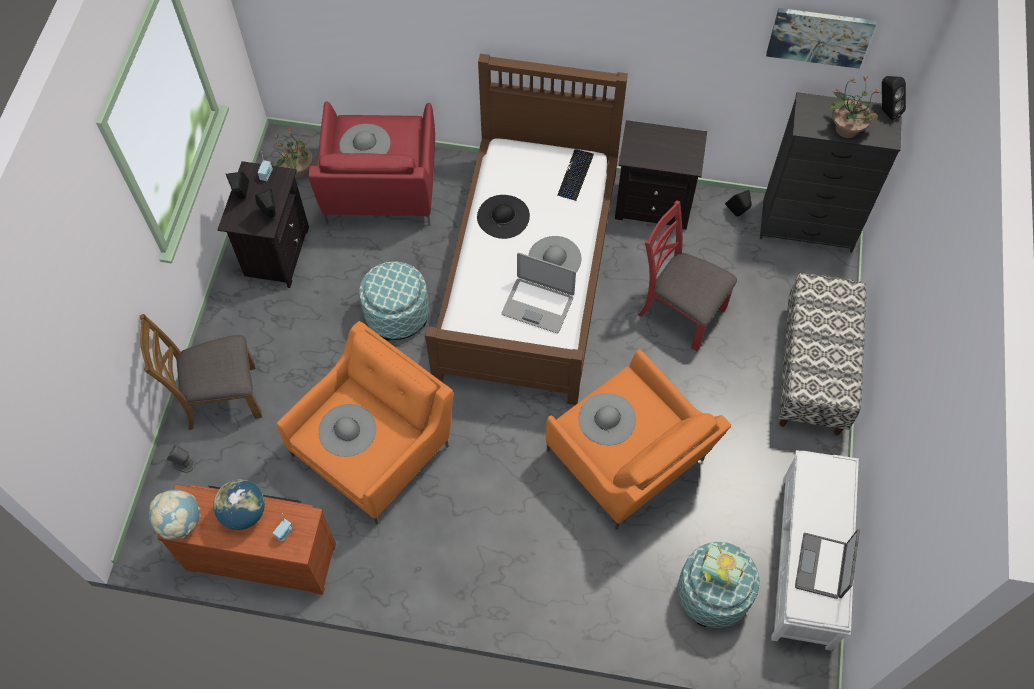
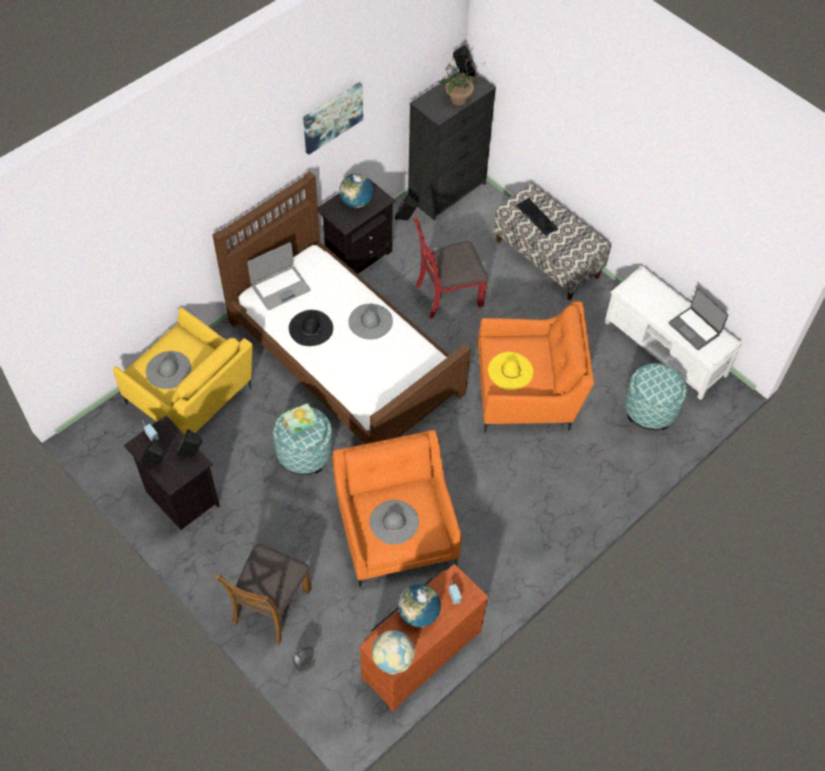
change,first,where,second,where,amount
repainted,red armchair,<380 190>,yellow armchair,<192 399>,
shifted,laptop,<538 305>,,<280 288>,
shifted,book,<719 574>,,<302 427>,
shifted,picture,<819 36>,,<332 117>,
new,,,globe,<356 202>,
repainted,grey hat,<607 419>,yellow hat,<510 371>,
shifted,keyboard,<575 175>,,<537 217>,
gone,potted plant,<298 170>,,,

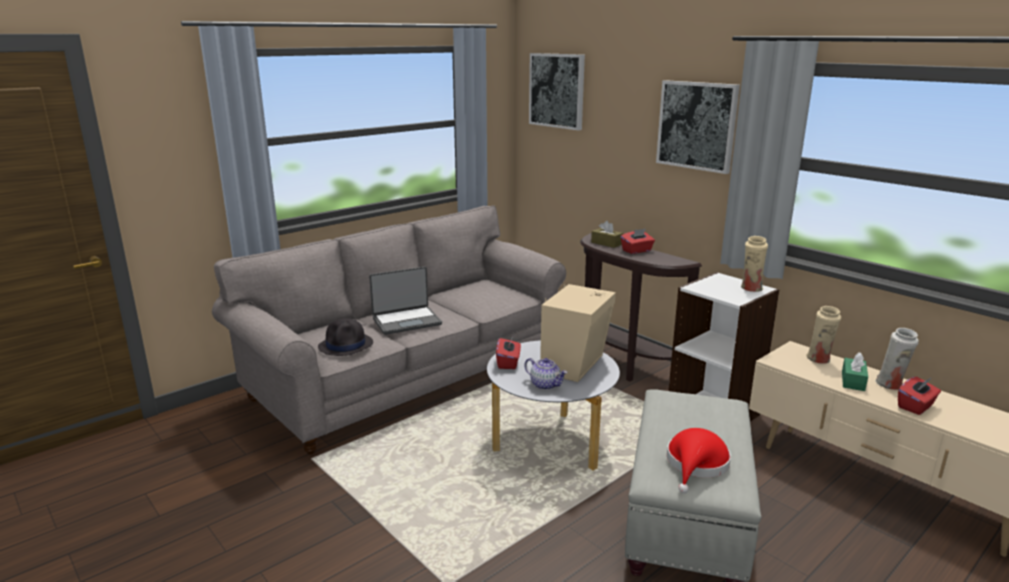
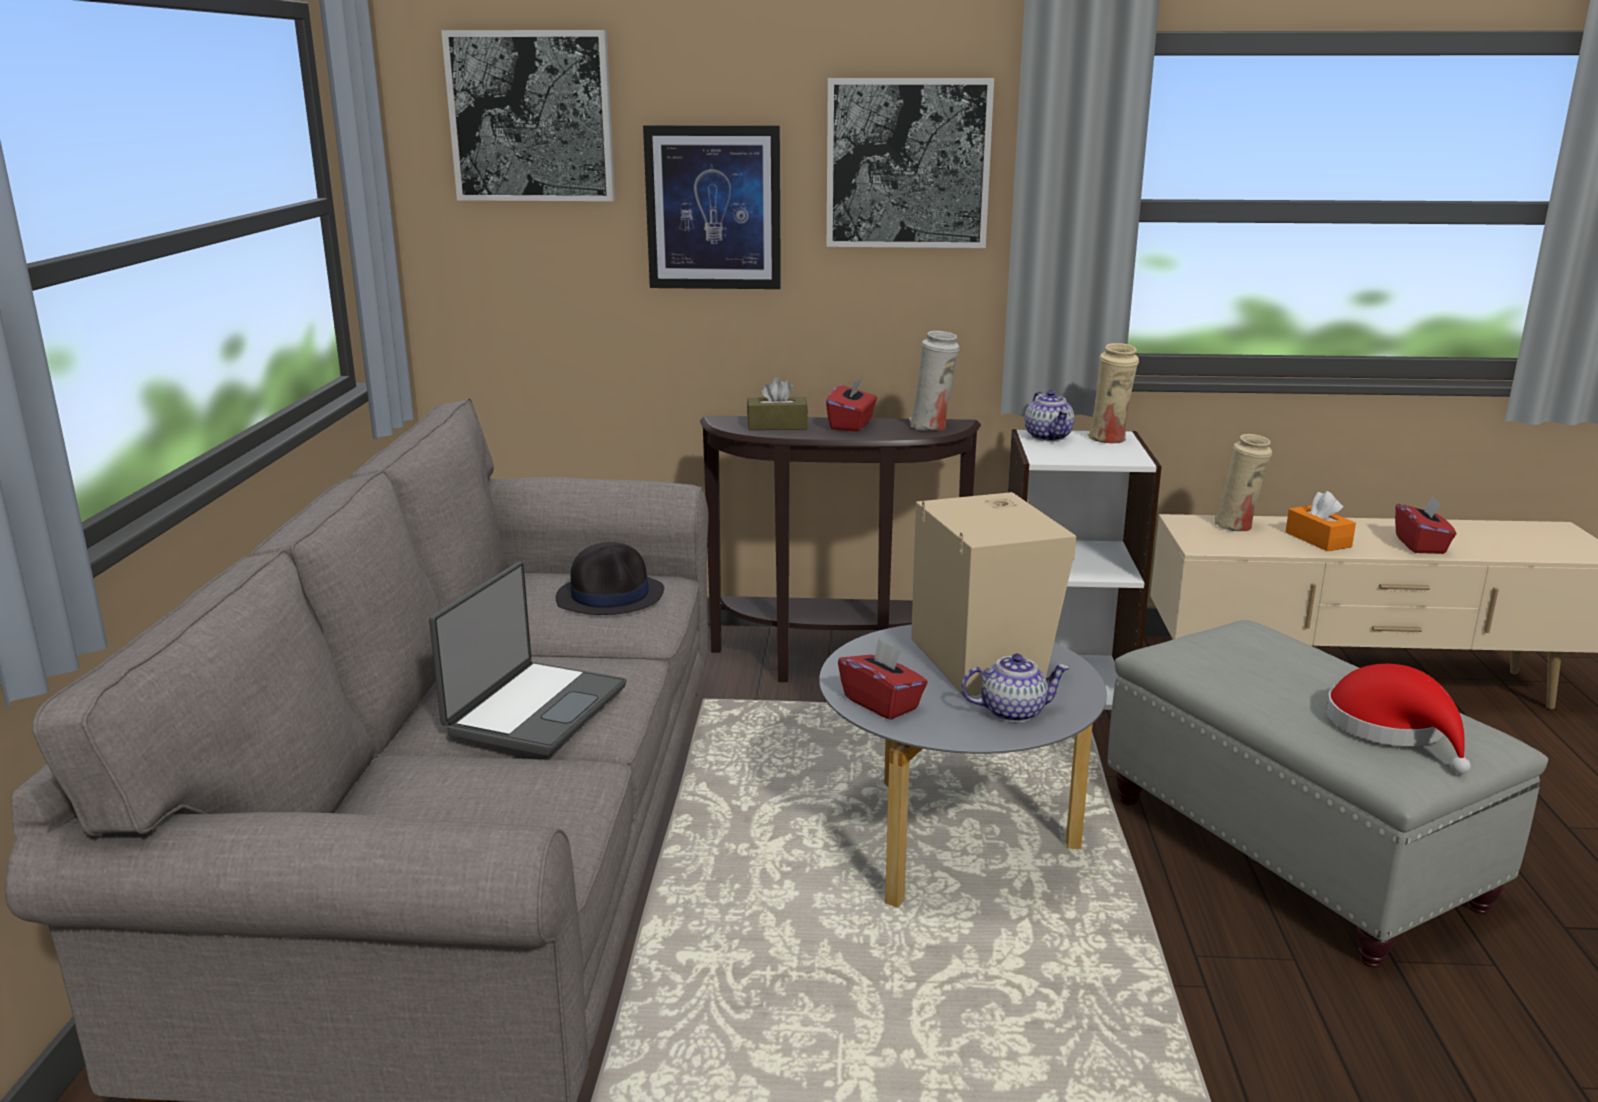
change,first,where,second,where,amount
shifted,black hat,<346 345>,,<611 596>,
new,,,picture,<713 208>,
shifted,white vase,<891 385>,,<932 427>,
new,,,teapot,<1049 437>,
repainted,green tissue box,<853 381>,orange tissue box,<1318 539>,

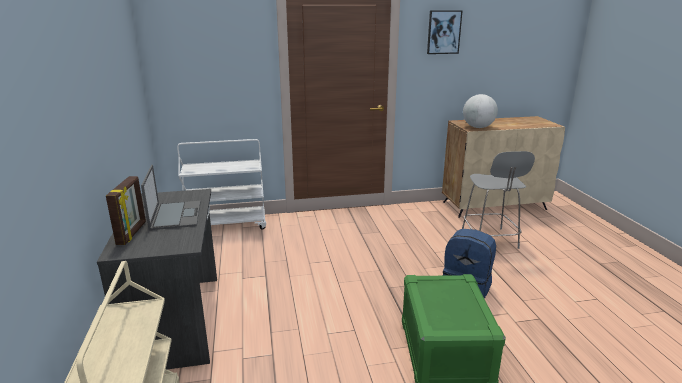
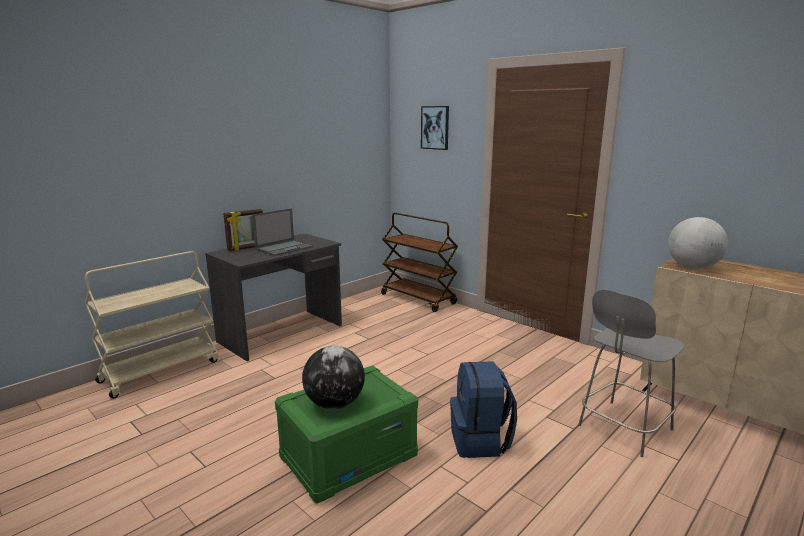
change,first,where,second,where,amount
new,,,globe,<334 404>,
repainted,white cart,<227 225>,brown cart,<418 299>,
shifted,picture,<443 32>,,<435 127>,

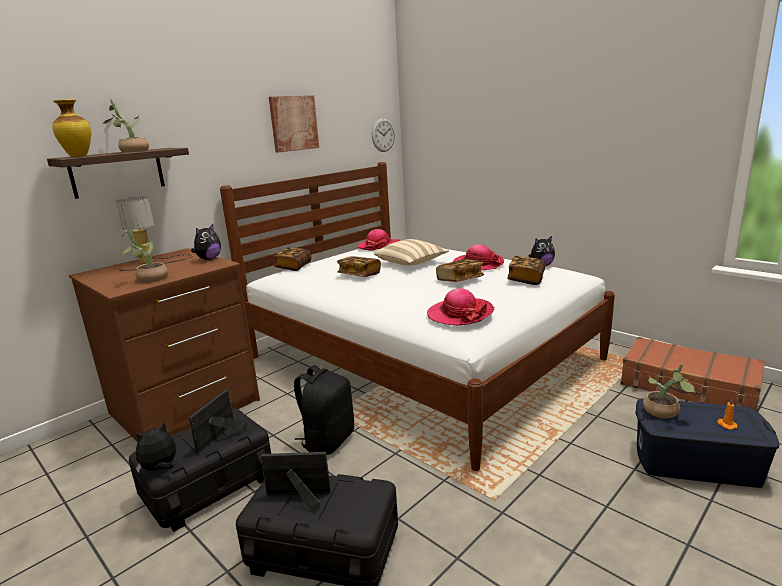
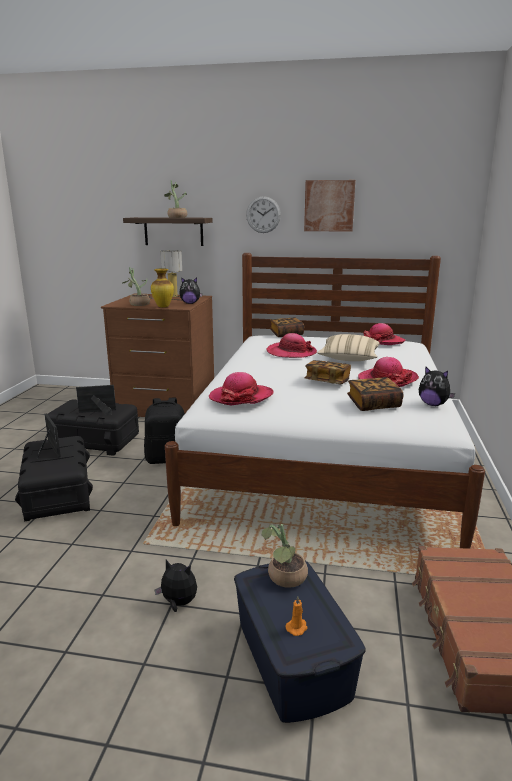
change,first,where,second,where,amount
shifted,vase,<79 156>,,<163 307>,
shifted,plush toy,<160 468>,,<178 603>,
shifted,wall clock,<383 135>,,<263 214>,
swapped,book,<359 275>,hat,<291 352>,

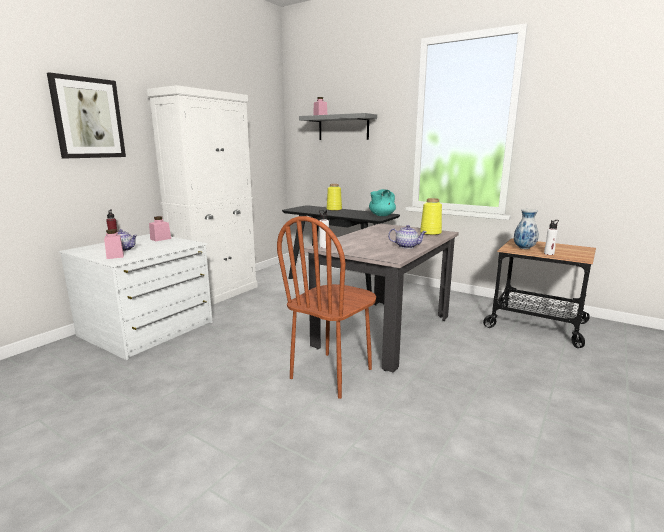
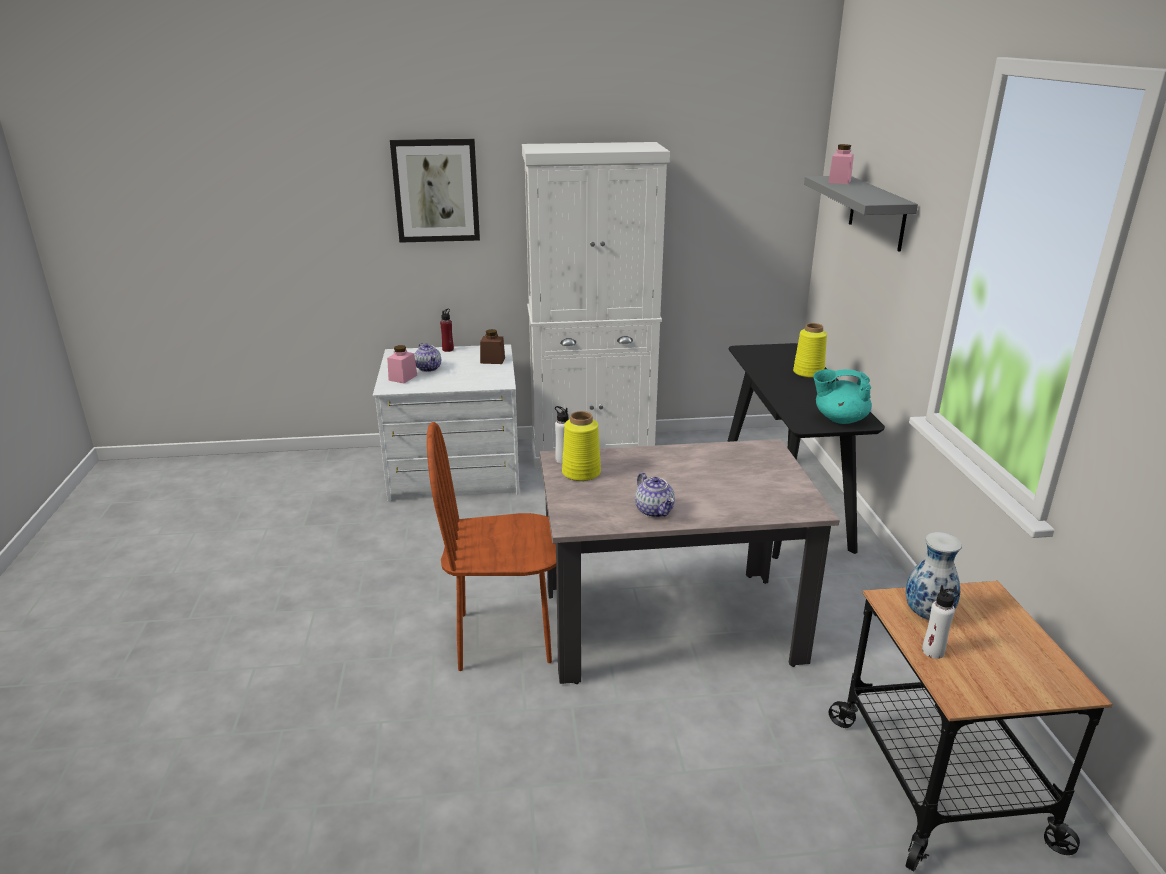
change,first,where,second,where,amount
repainted,pink jar,<160 239>,brown jar,<492 360>,
shifted,yellow vase,<430 233>,,<580 473>,

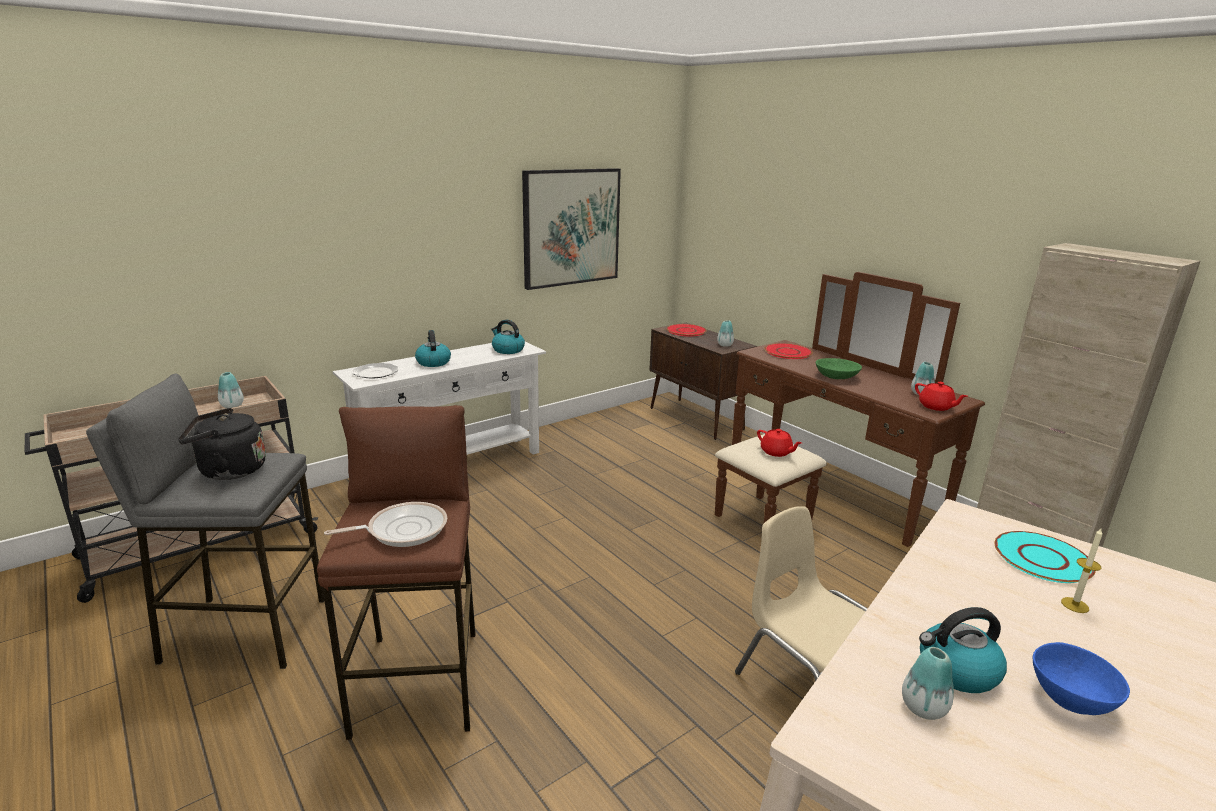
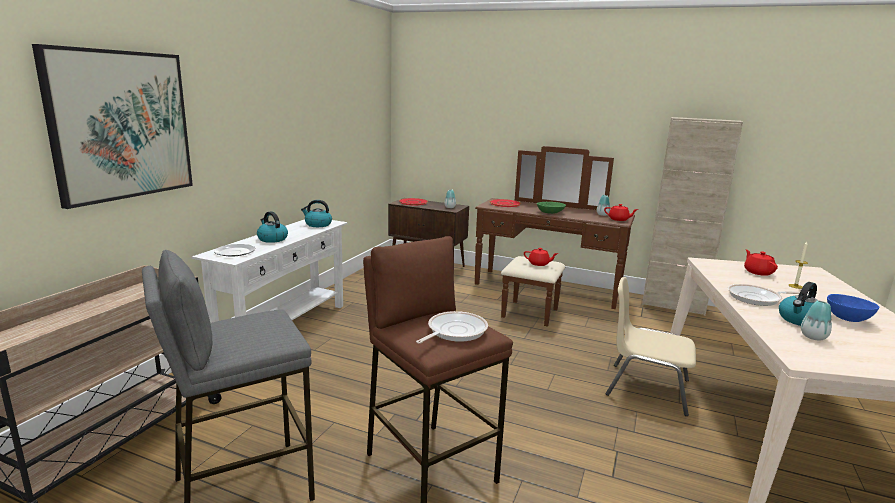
change,first,where,second,where,amount
shifted,picture,<571 227>,,<121 125>,
new,,,frying pan,<757 298>,
swapped,turquoise plate,<1041 558>,red teapot,<758 272>,
gone,black kettle,<228 471>,,,
gone,vase,<232 406>,,,

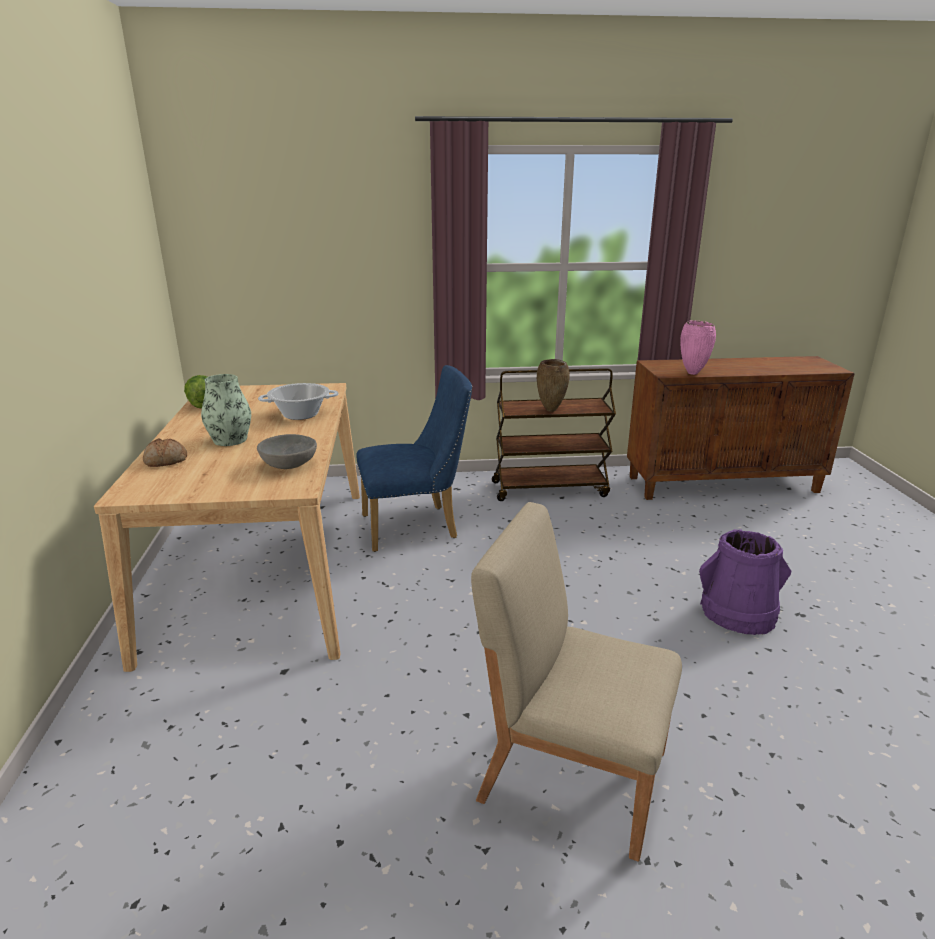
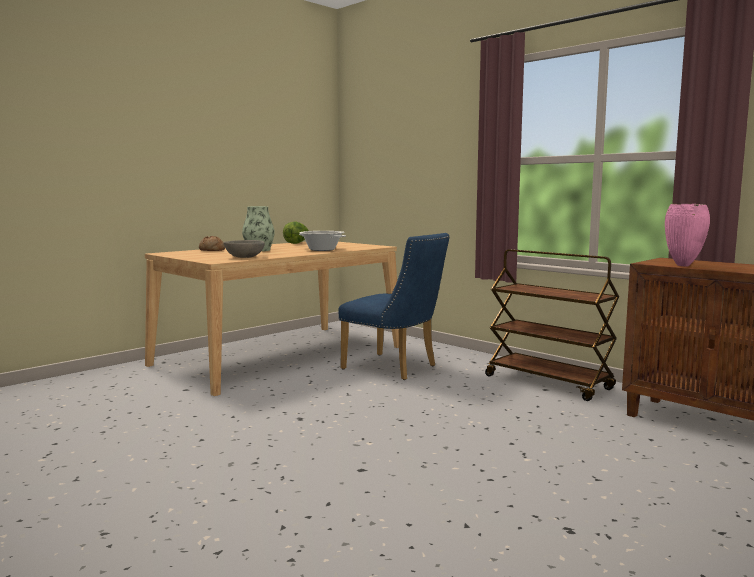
change,first,where,second,where,amount
gone,beige chair,<571 772>,,,
gone,brown vase,<551 410>,,,
gone,purple bucket,<738 613>,,,

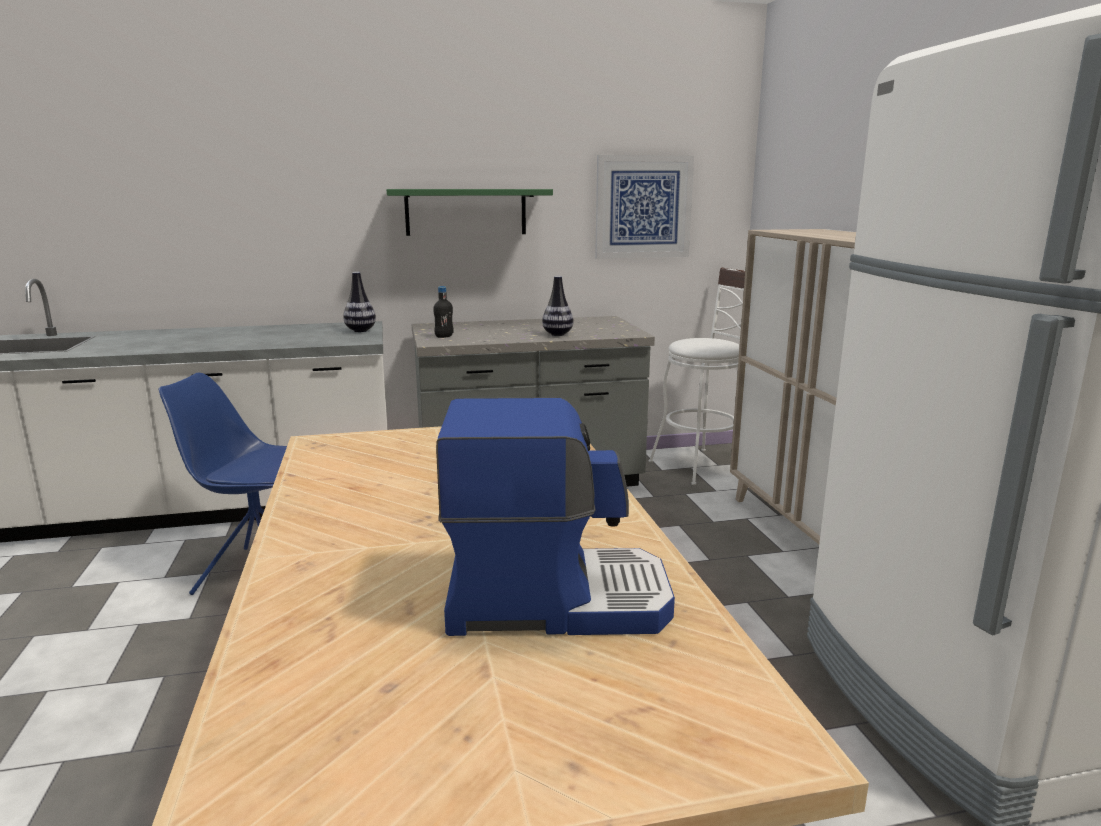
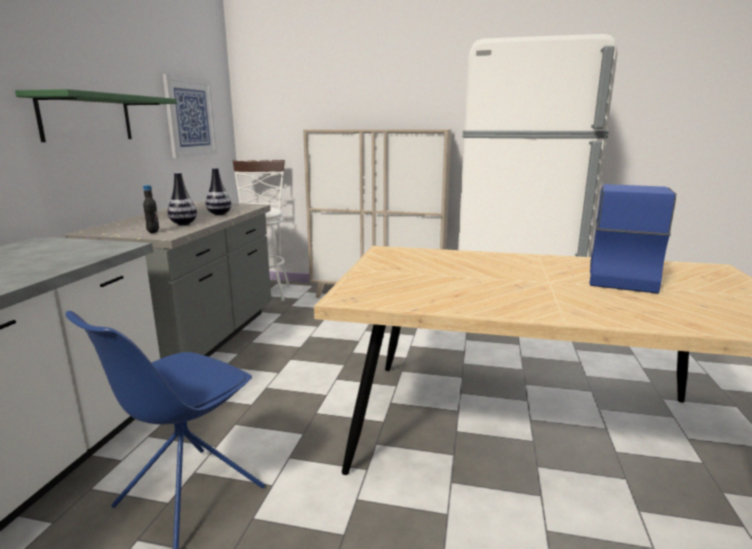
change,first,where,second,where,amount
shifted,vase,<360 330>,,<183 224>,

